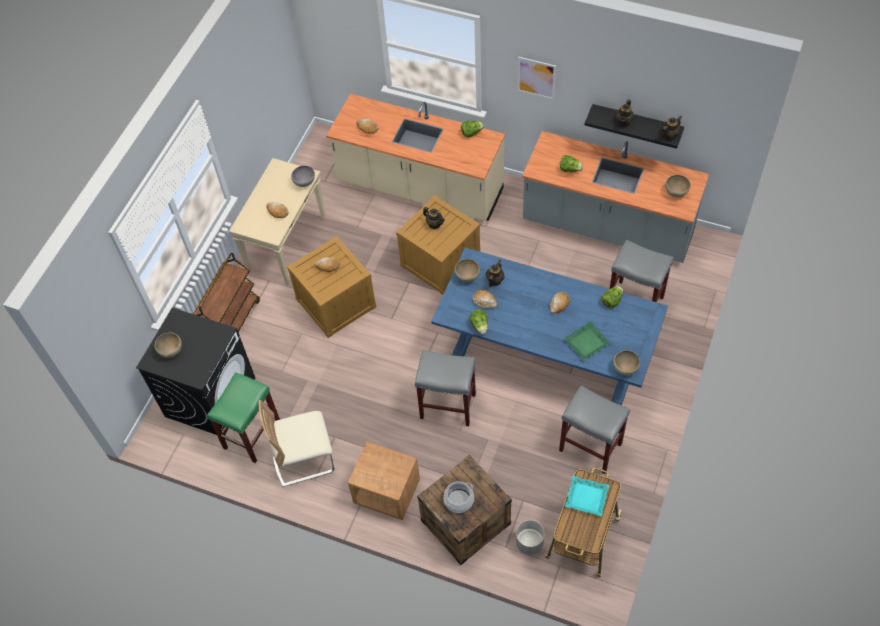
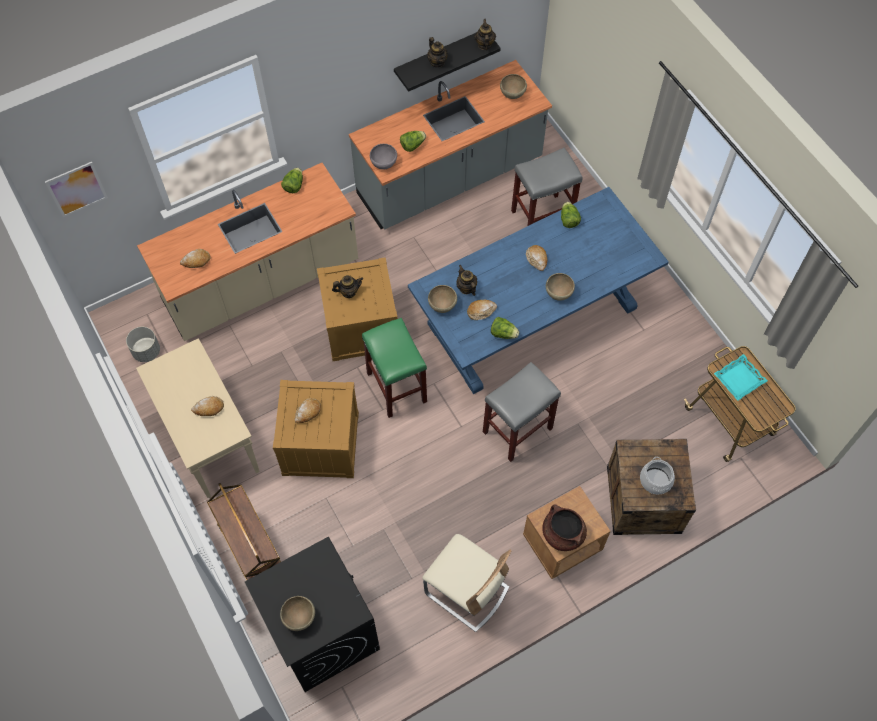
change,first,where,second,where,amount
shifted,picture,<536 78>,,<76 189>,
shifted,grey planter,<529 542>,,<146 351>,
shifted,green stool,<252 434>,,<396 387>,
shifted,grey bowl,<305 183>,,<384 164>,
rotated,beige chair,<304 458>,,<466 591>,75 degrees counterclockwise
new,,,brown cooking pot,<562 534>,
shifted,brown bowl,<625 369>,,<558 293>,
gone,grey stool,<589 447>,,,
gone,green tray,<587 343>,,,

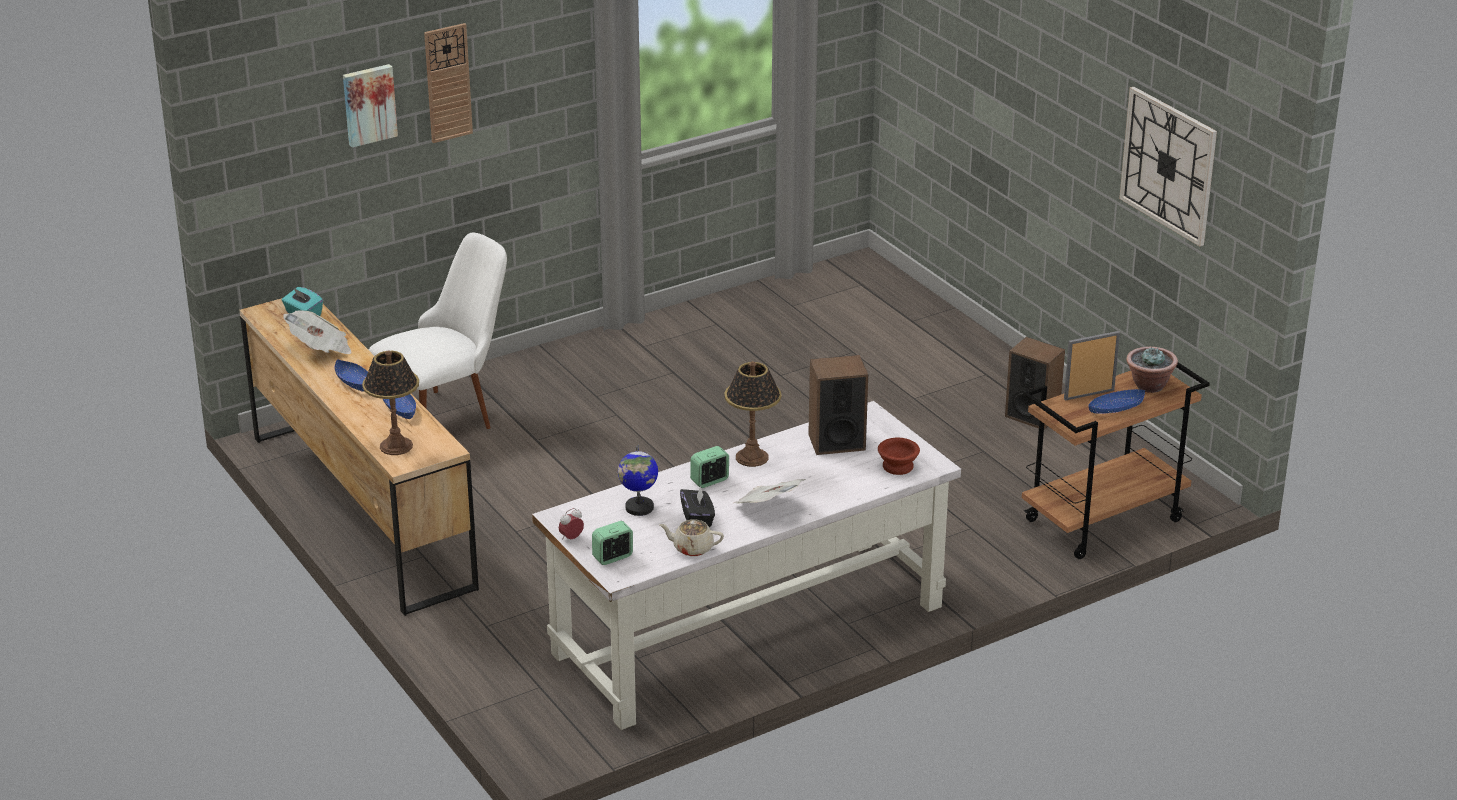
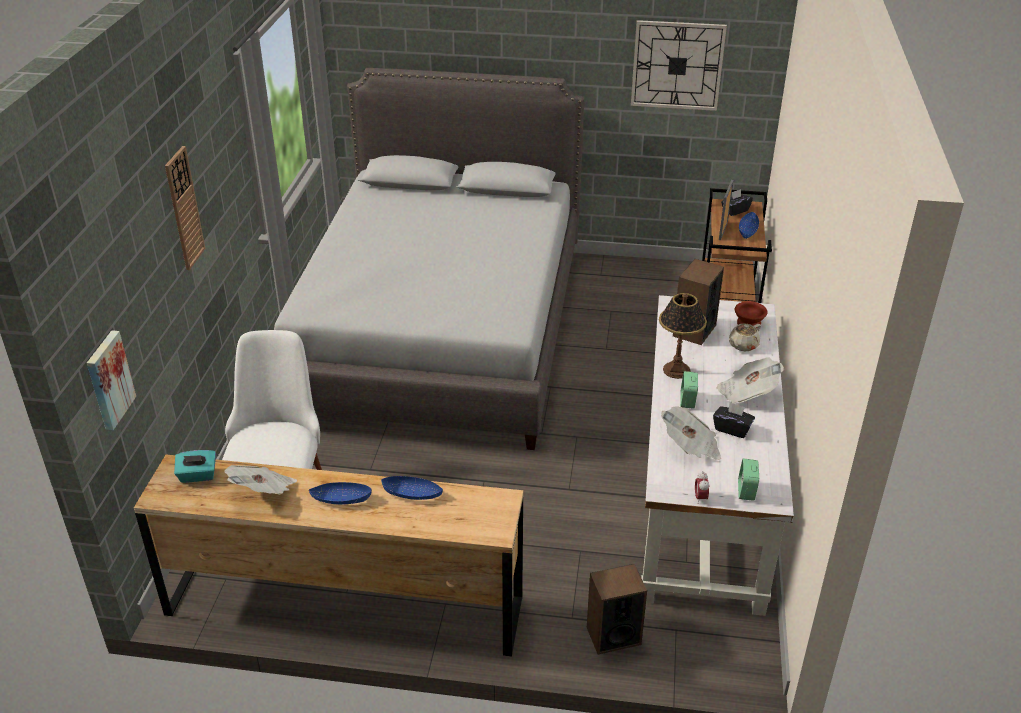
change,first,where,second,where,amount
shifted,picture,<369 104>,,<108 380>,
new,,,grey bed,<441 331>,
shifted,speaker,<1032 415>,,<613 635>,
swapped,globe,<639 508>,newspaper,<690 447>,
swapped,potted plant,<1149 385>,black tissue box,<735 210>,
shifted,beige teapot,<692 548>,,<742 345>,
gone,table lamp,<395 446>,,,

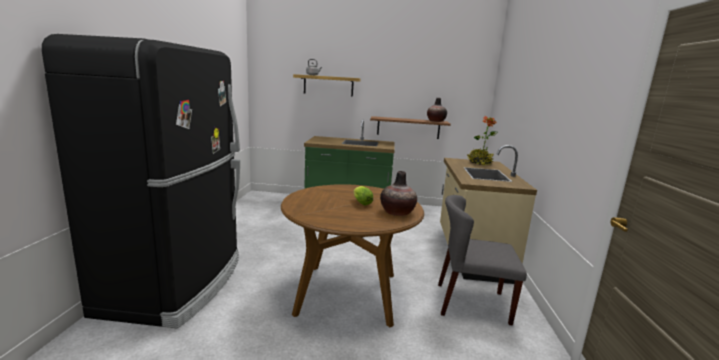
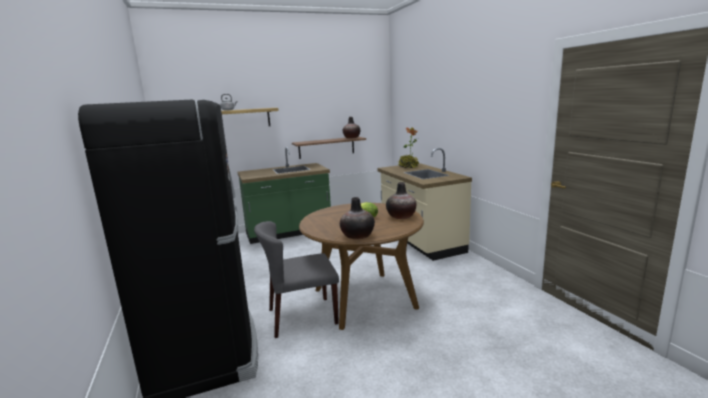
change,first,where,second,where,amount
shifted,grey chair,<471 303>,,<302 317>,
new,,,vase,<357 236>,

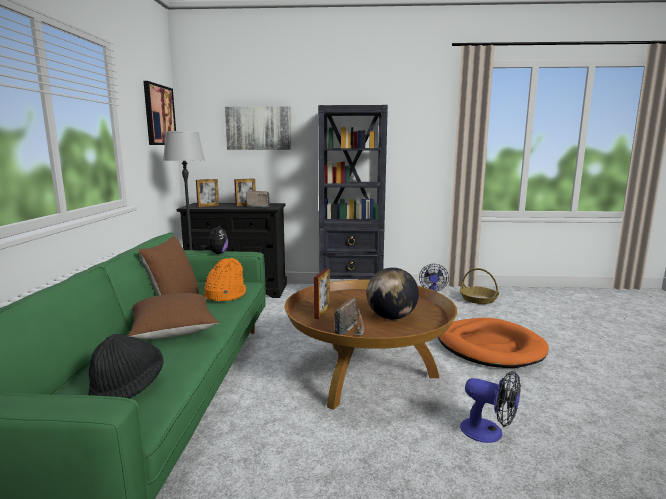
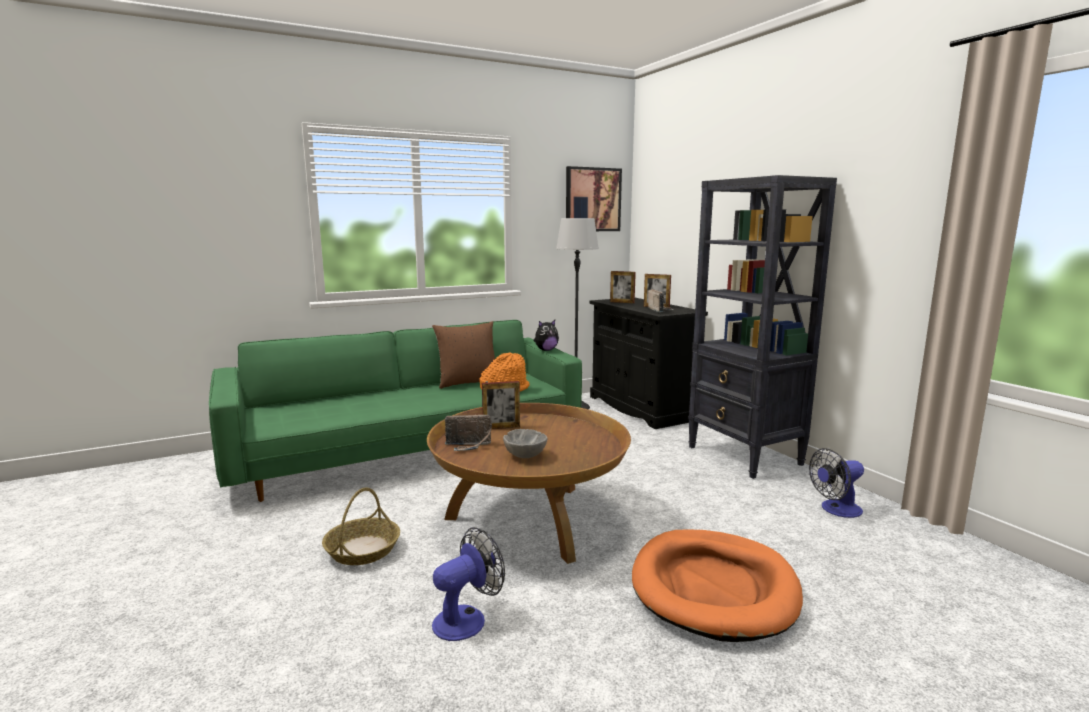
change,first,where,second,where,amount
shifted,basket,<478 299>,,<362 550>,
rotated,fan,<489 433>,,<467 618>,135 degrees counterclockwise
swapped,globe,<391 317>,grey bowl,<524 455>,
gone,black hat,<128 387>,,,
gone,brown pillow,<173 331>,,,
gone,picture,<258 128>,,,

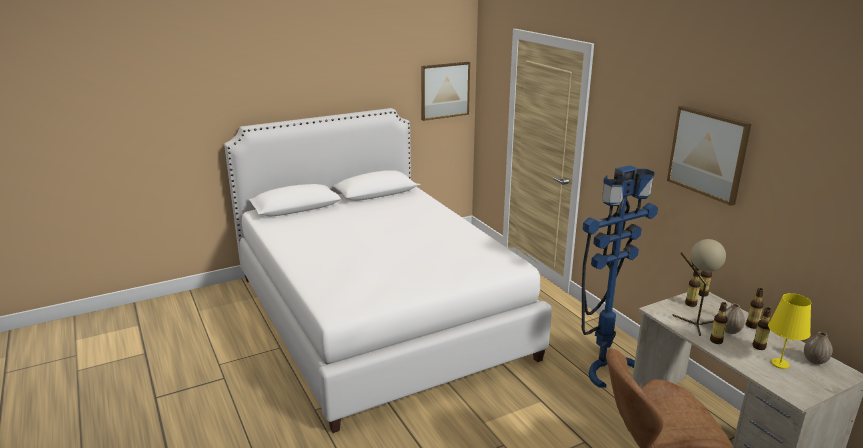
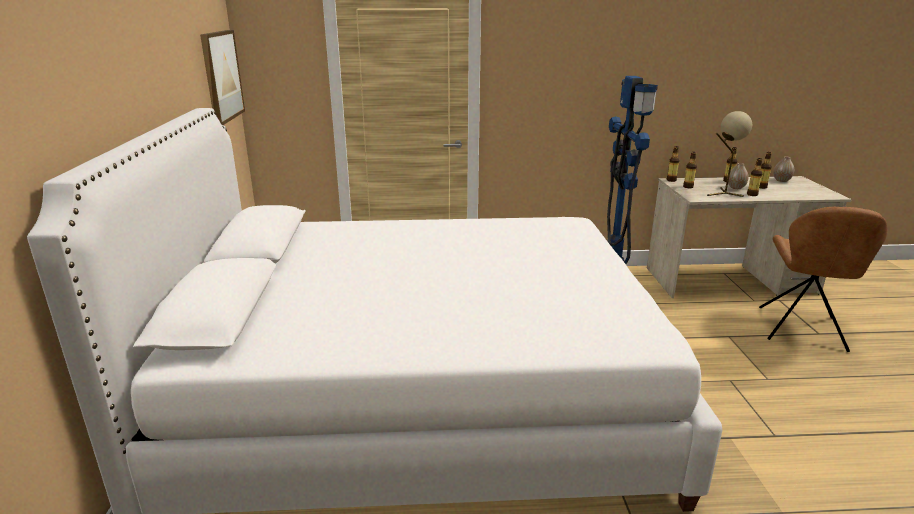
change,first,where,second,where,amount
gone,picture,<708 153>,,,
gone,yellow table lamp,<780 364>,,,

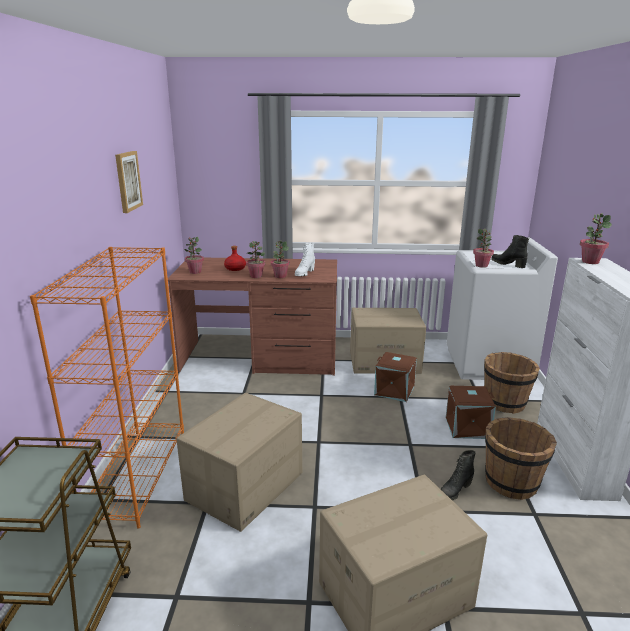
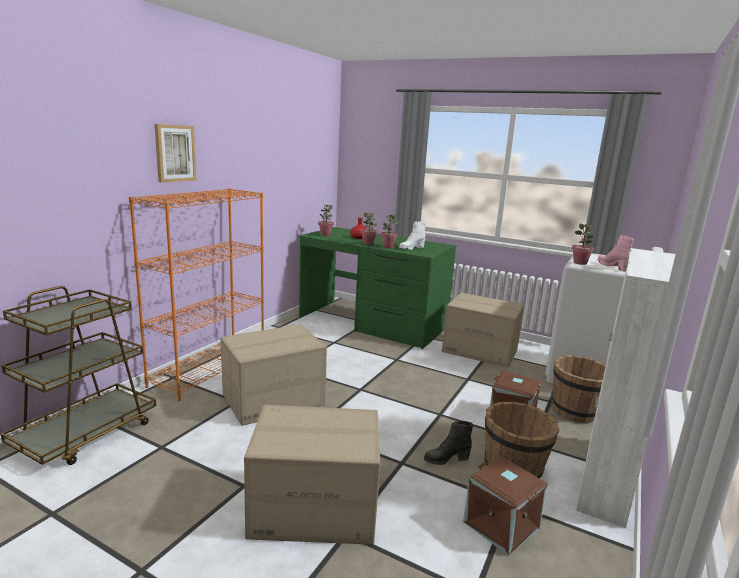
change,first,where,second,where,amount
shifted,picture,<127 181>,,<175 153>,
repainted,brown desk,<261 357>,green desk,<372 323>,
shifted,brown storage box,<395 390>,,<502 525>,
repainted,black boot,<508 264>,pink boot,<612 266>,
gone,potted plant,<590 262>,,,

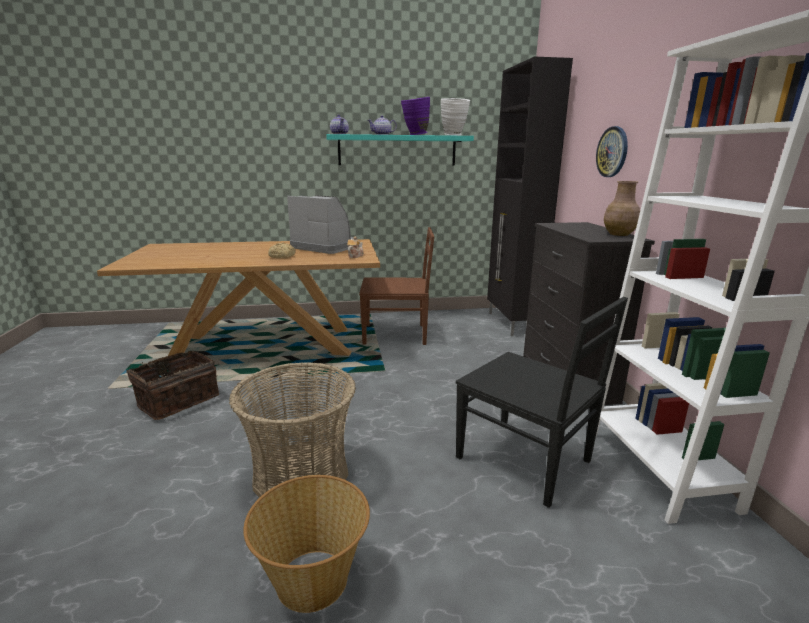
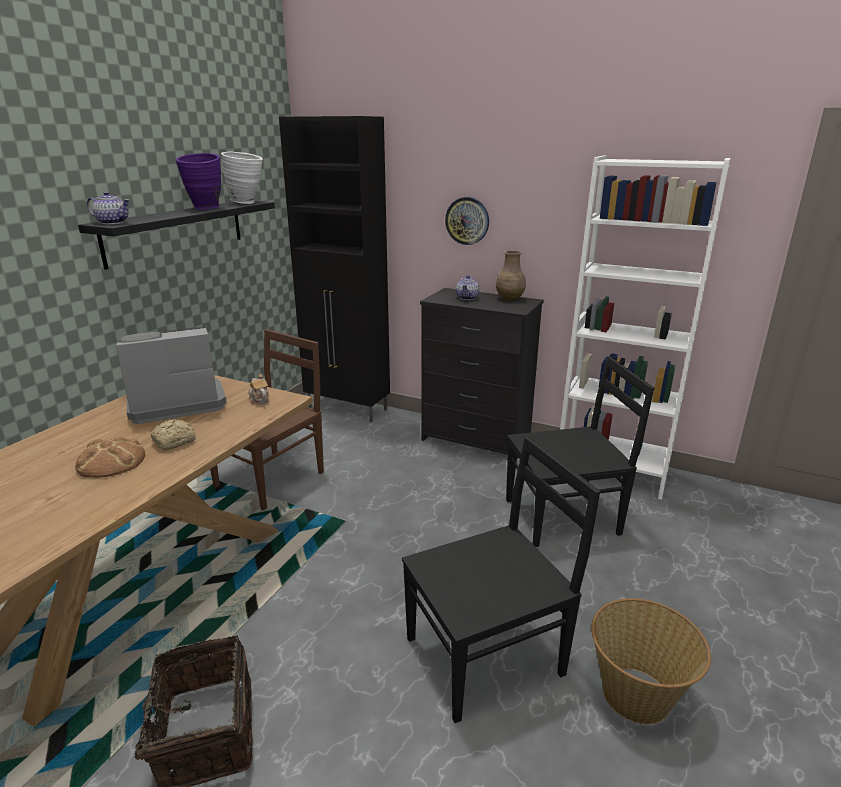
change,first,where,second,where,amount
new,,,bread,<111 461>,
repainted,turquoise shelf,<397 150>,black shelf,<176 231>,
swapped,basket,<301 475>,black chair,<488 655>,
shifted,teapot,<382 135>,,<467 298>,

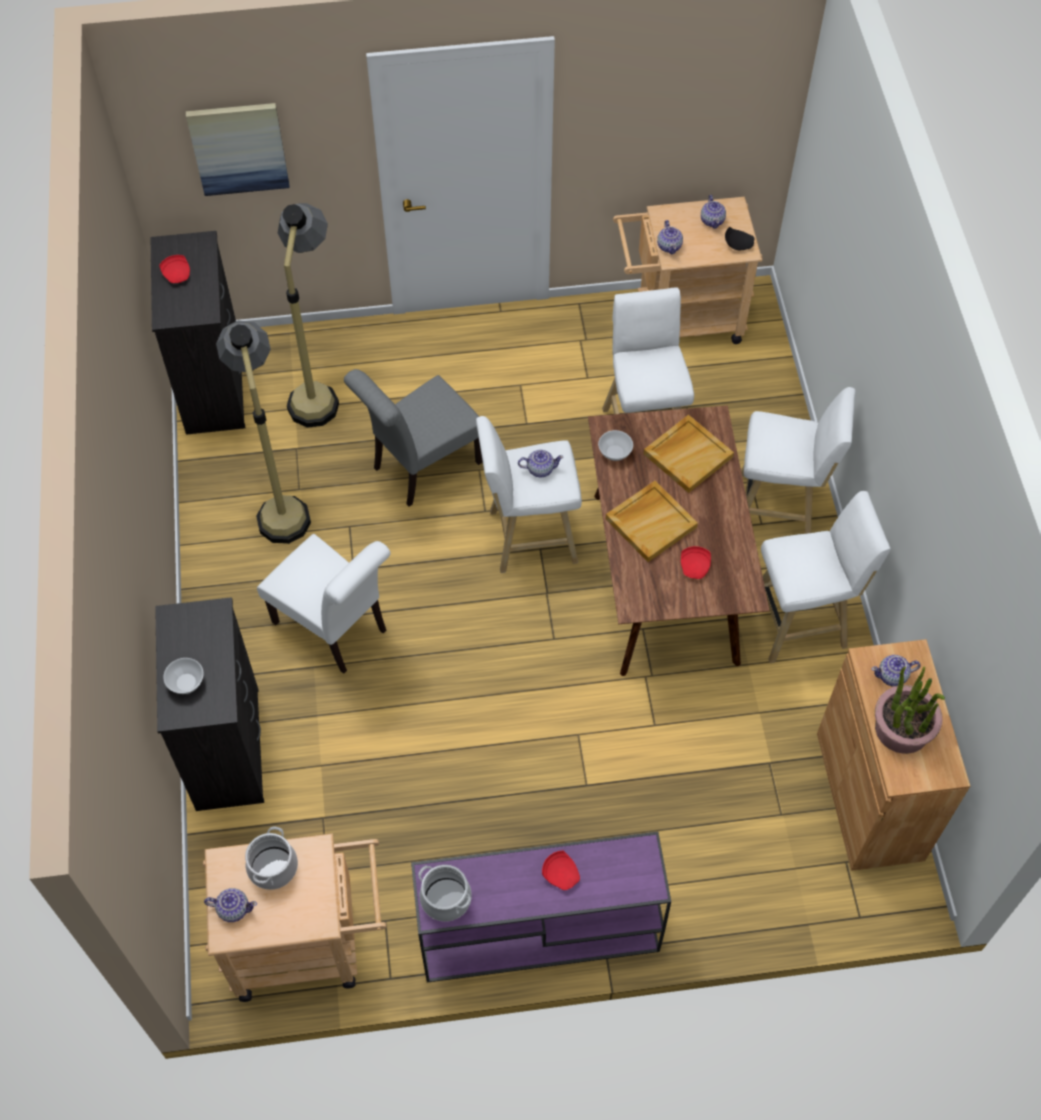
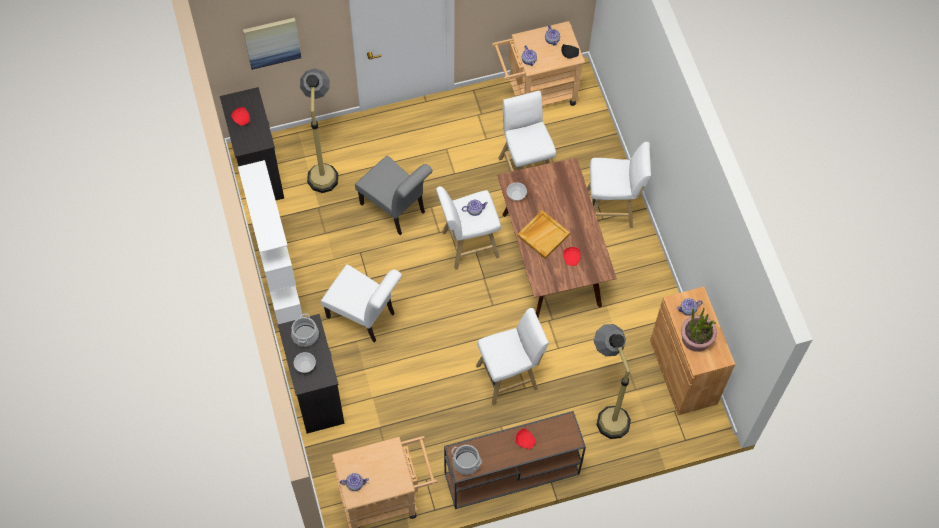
change,first,where,second,where,amount
new,,,white bookcase,<280 285>,
shifted,cooking pot,<272 867>,,<305 335>,
rotated,grey chair,<421 468>,,<396 210>,90 degrees counterclockwise
repainted,purple console table,<536 934>,brown console table,<510 474>,
shifted,white stool,<802 622>,,<509 376>,
shifted,floor lamp,<279 500>,,<606 409>,
gone,beige tray,<688 455>,,,

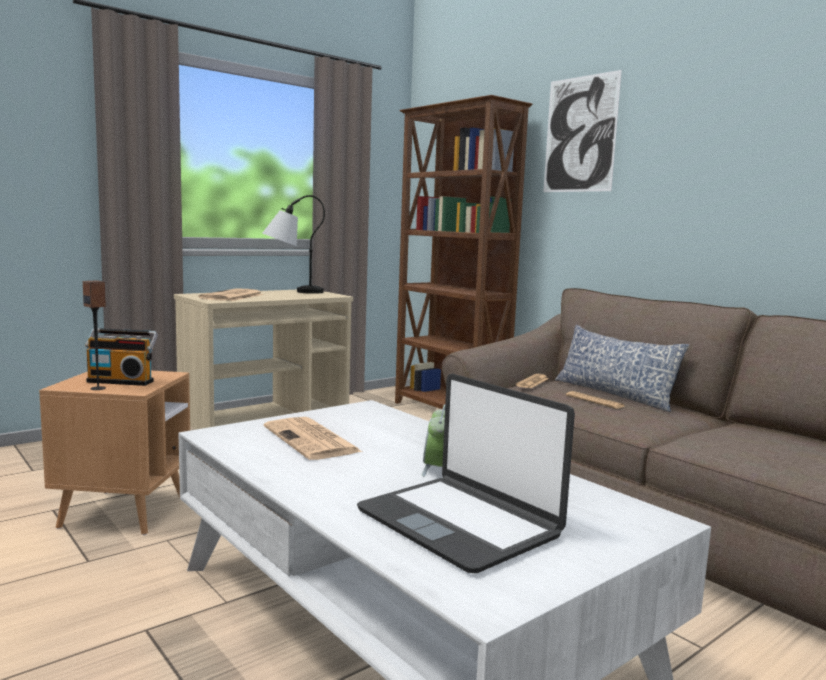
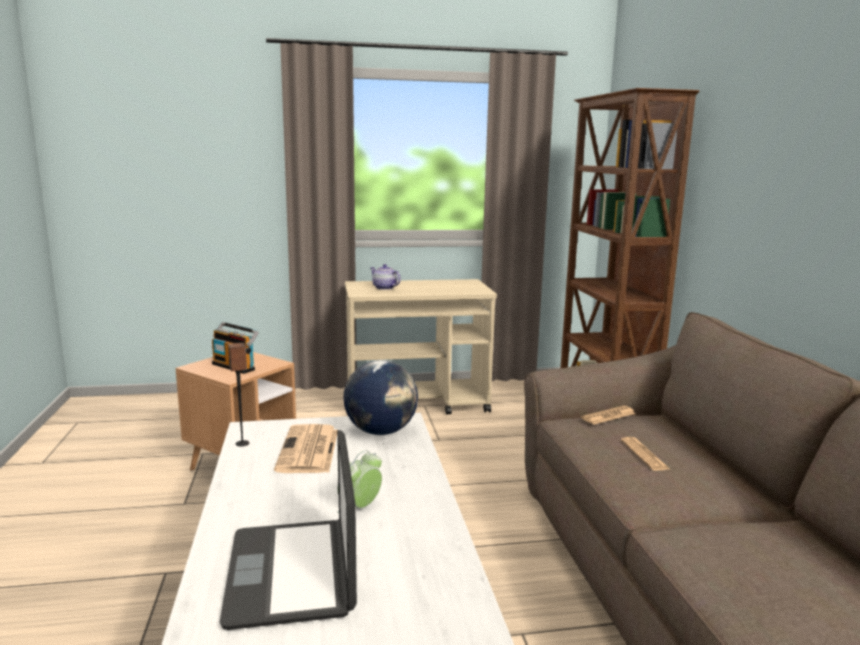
change,first,where,second,where,amount
shifted,speaker,<98 388>,,<242 443>,
new,,,globe,<381 431>,
swapped,newspaper,<232 296>,teapot,<384 288>,
gone,table lamp,<291 291>,,,
gone,picture,<580 134>,,,
gone,pillow,<614 394>,,,

